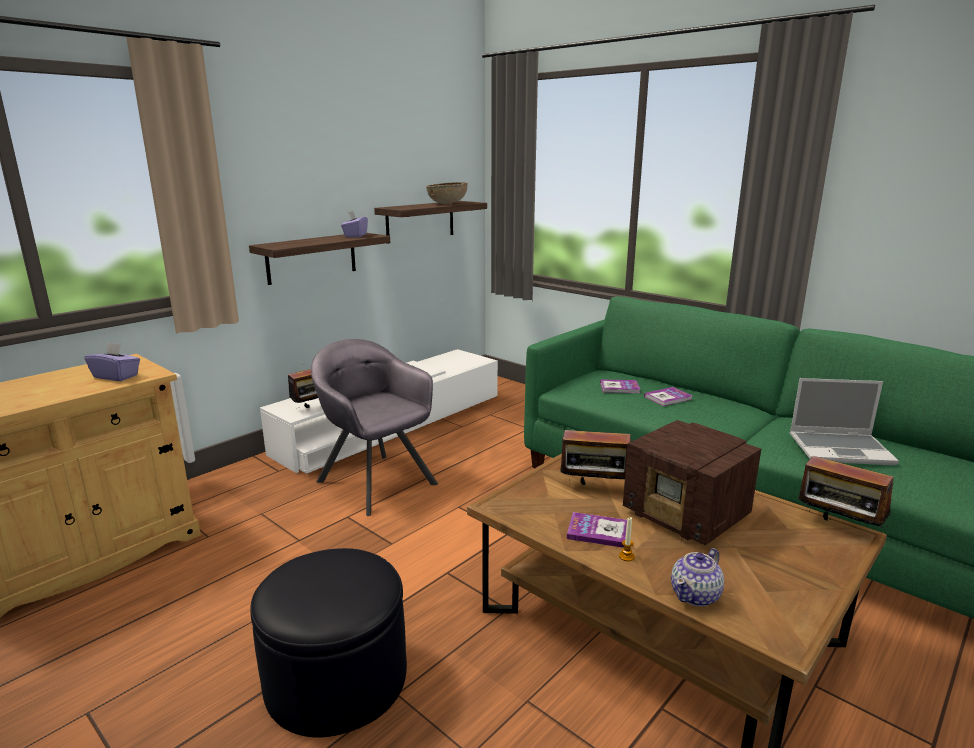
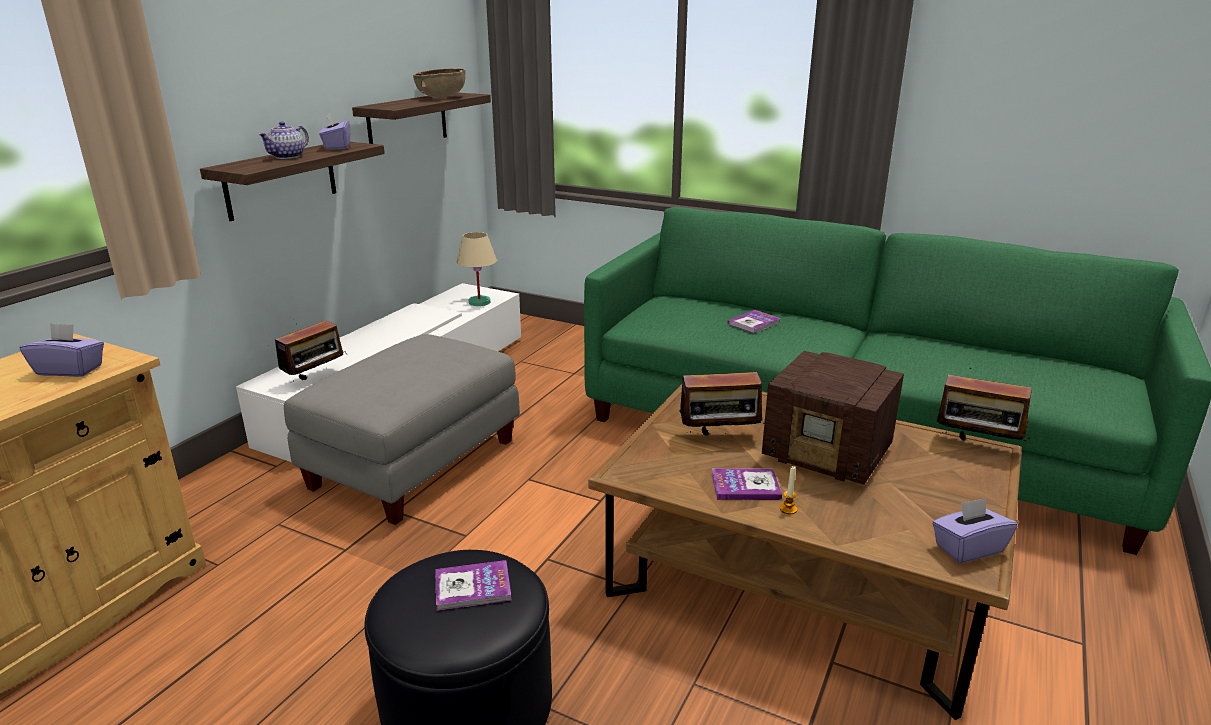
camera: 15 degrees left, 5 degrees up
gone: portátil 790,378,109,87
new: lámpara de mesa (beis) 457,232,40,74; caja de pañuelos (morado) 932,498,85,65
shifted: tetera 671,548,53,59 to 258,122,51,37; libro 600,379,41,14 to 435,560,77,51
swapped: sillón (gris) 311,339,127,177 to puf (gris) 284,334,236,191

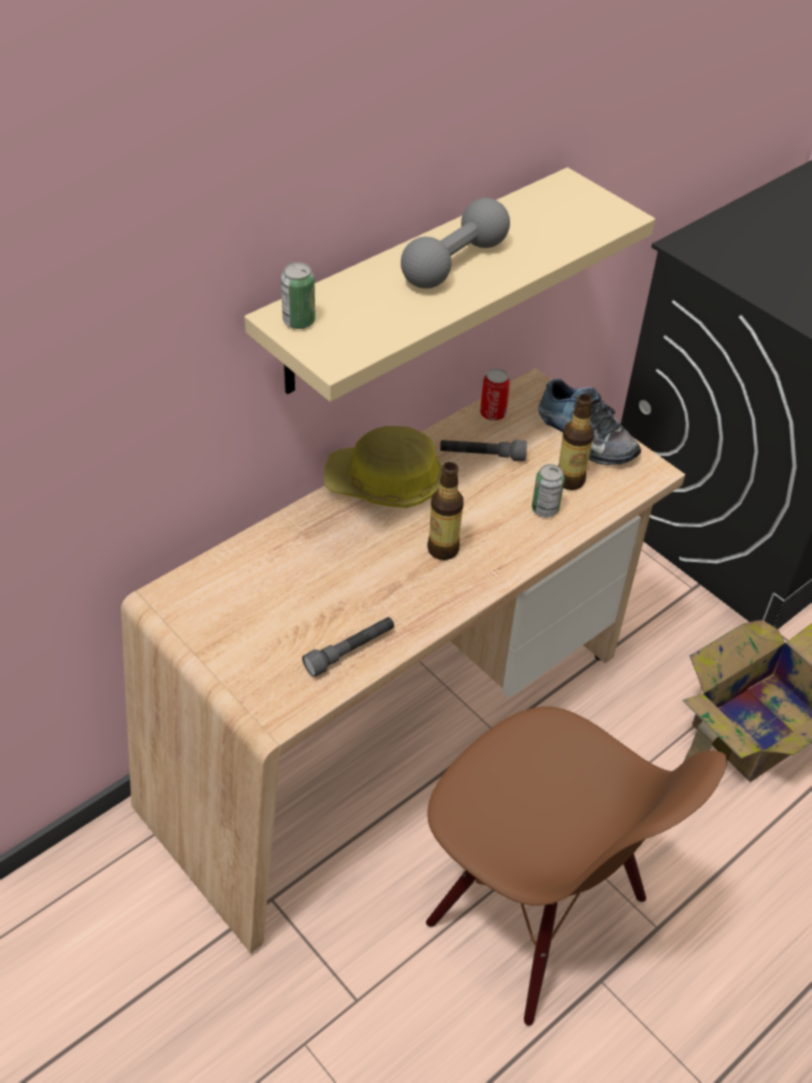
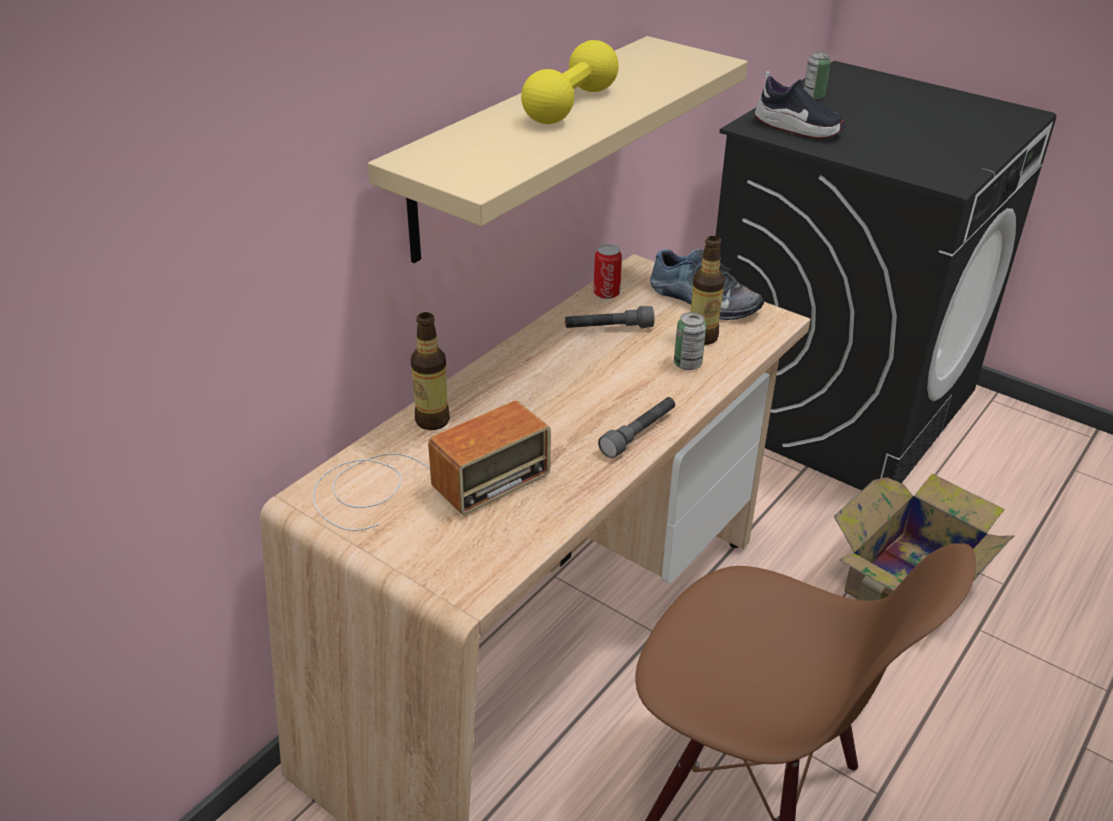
camera: 10 degrees left, 10 degrees down
gone: casco 324,426,118,82
new: radio 313,400,238,131; zapato 754,71,92,68
shifted: botella 427,462,37,98 to 411,312,39,118; linterna (gris) 302,617,92,60 to 598,397,77,61; lata 281,262,34,67 to 804,52,27,47
repainted: mancuerna (gris) 401,198,109,91 to mancuerna (amarillo) 521,40,98,84

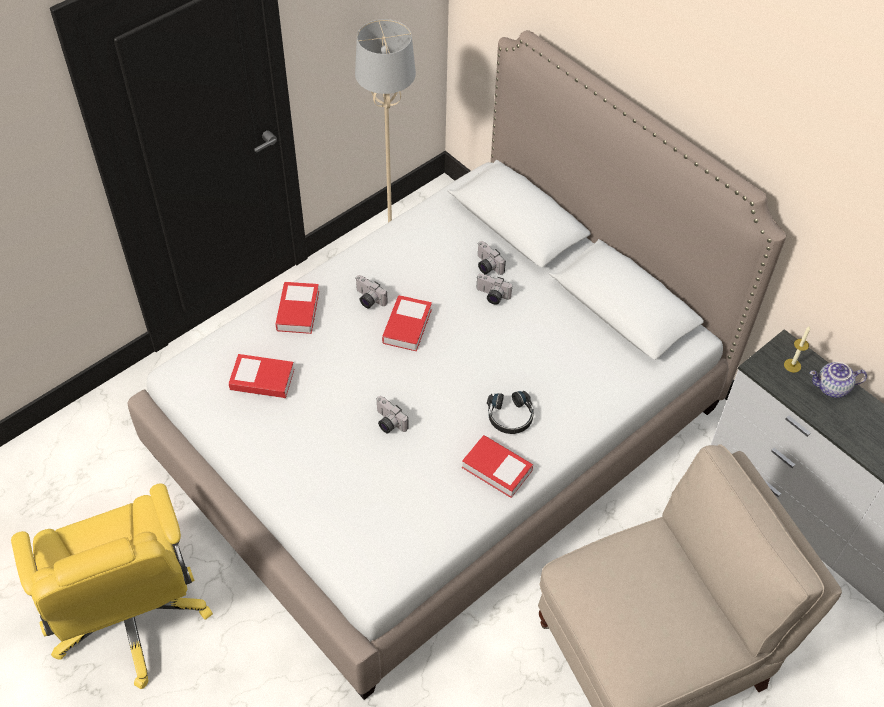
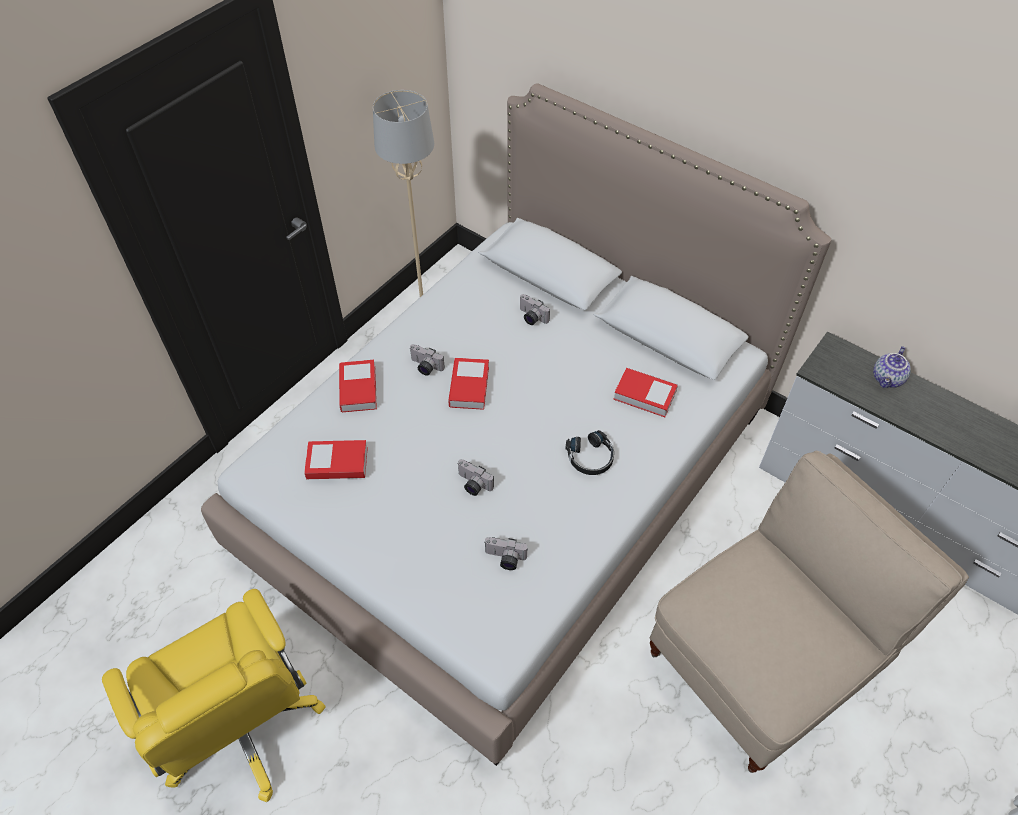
camera: 10 degrees left, 0 degrees up
gone: vela 784,326,26,47
shifted: cámara 476,274,36,31 to 485,537,43,33; libro 462,435,71,63 to 613,368,65,49
rotated: tetera 810,362,57,36 = 873,346,38,42 45 degrees counterclockwise

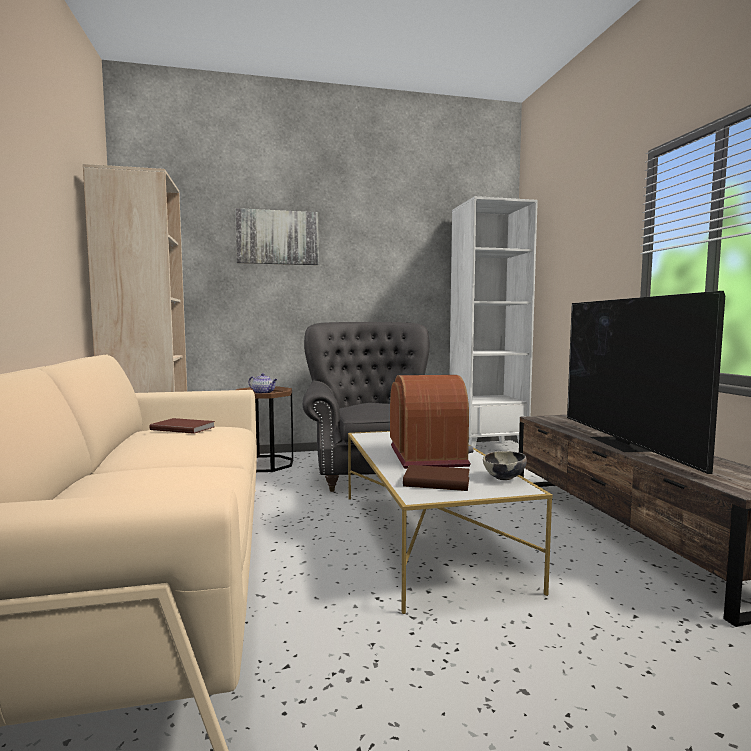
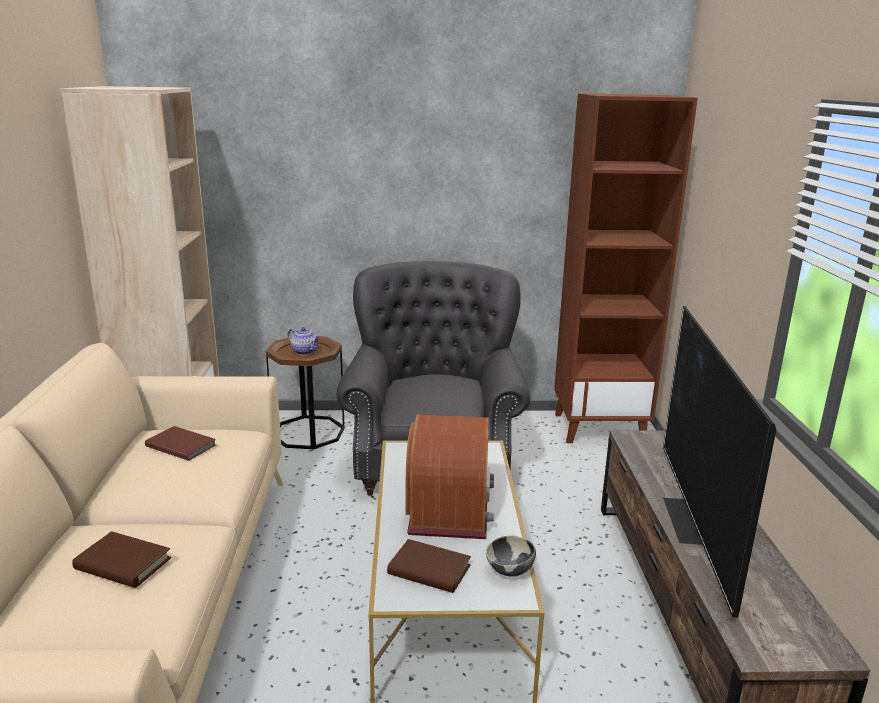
camera: 10 degrees right, 15 degrees up
gone: cuadro 235,208,84,57
new: libro (marrón) 72,531,99,57
repainted: estantería (blanco) 450,196,88,252 to estantería (marrón) 554,93,144,350

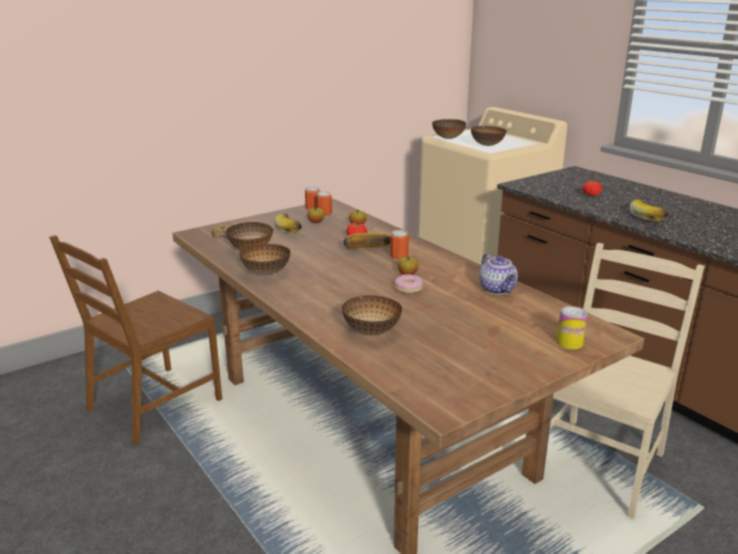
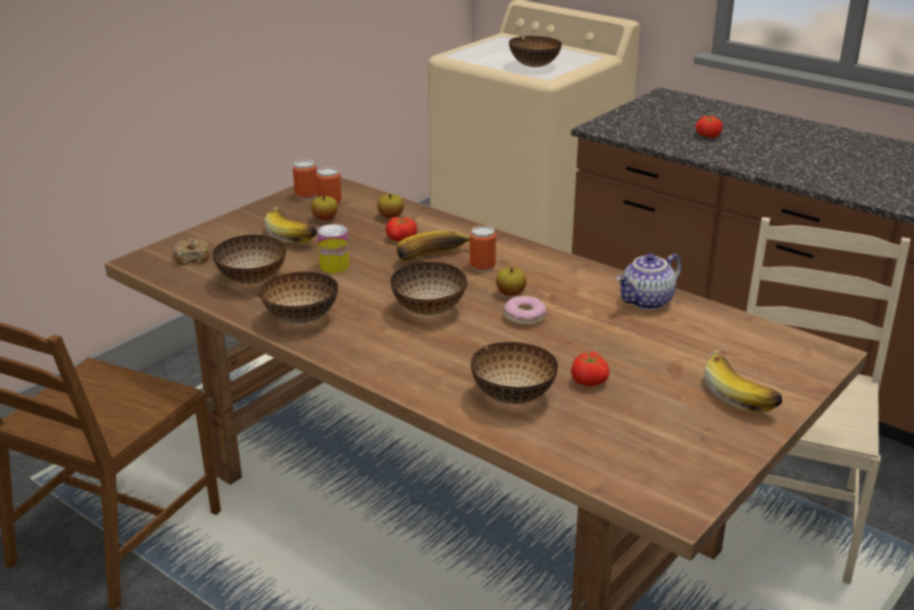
camera: 15 degrees left, 5 degrees up
new: tomate 571,351,39,35
shifted: lata 556,306,32,43 to 317,224,32,49; cuenco 432,119,34,20 to 390,262,78,53; plátano 630,199,38,22 to 704,350,78,62
rotated: tetera 479,253,39,42 = 616,253,66,57 90 degrees clockwise

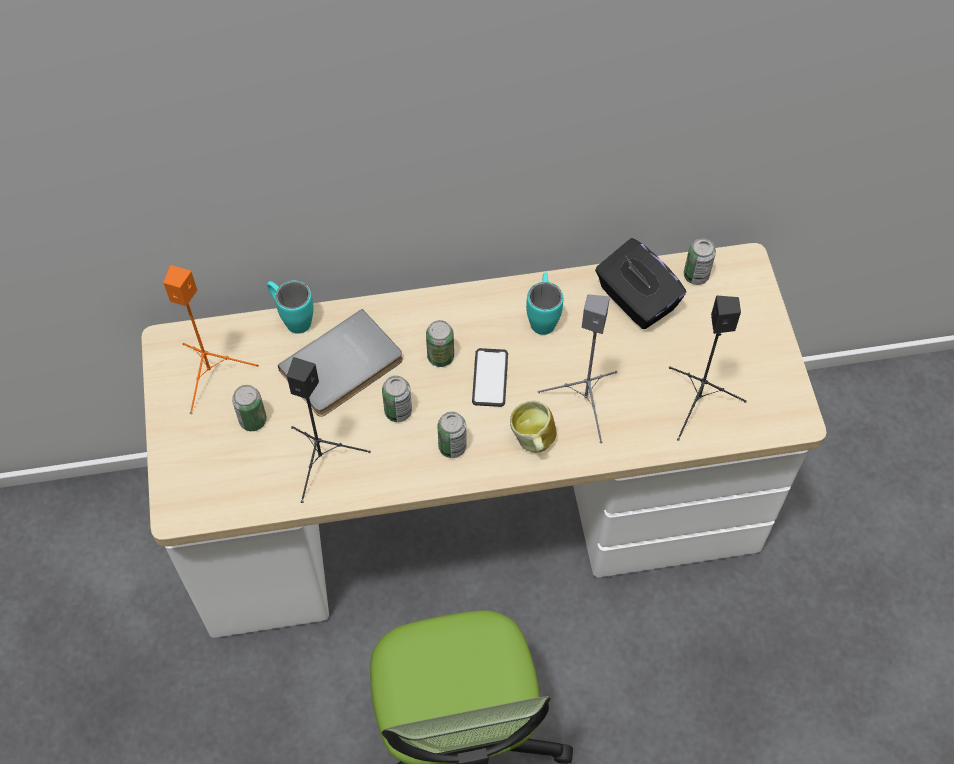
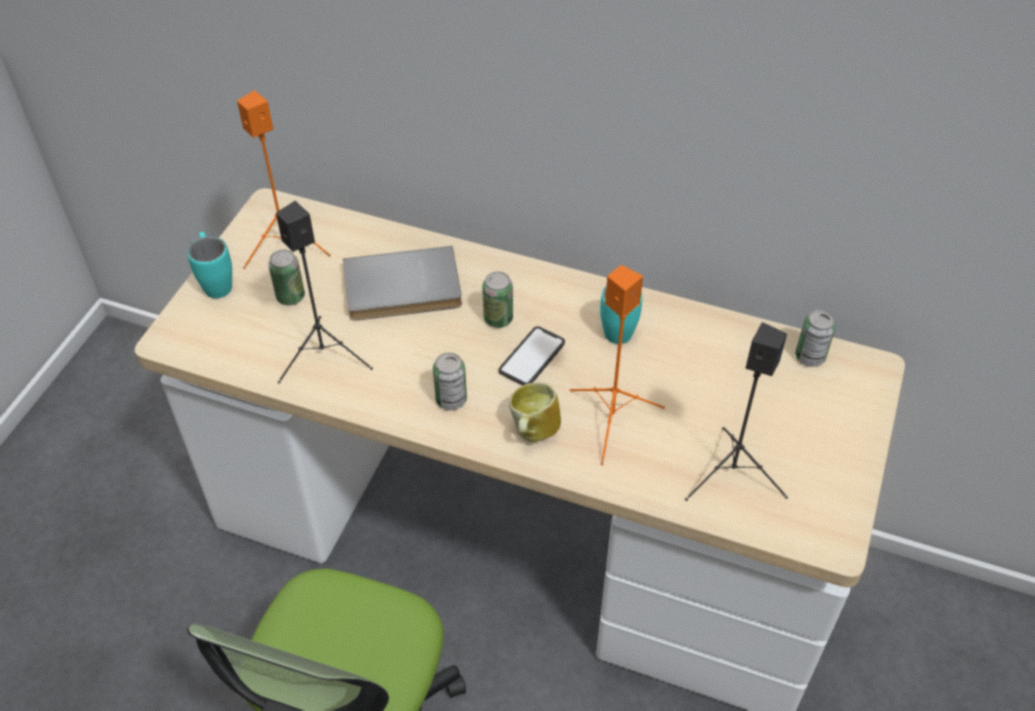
camera: 30 degrees right, 10 degrees down
gone: lata 382,376,30,46; caja de pañuelos (negro) 595,238,91,91
shifted: taza grande (turquesa) 267,281,47,53 to 187,232,45,66
repainted: altavoz (gris) 538,294,80,149 to altavoz (naranja) 570,265,95,200

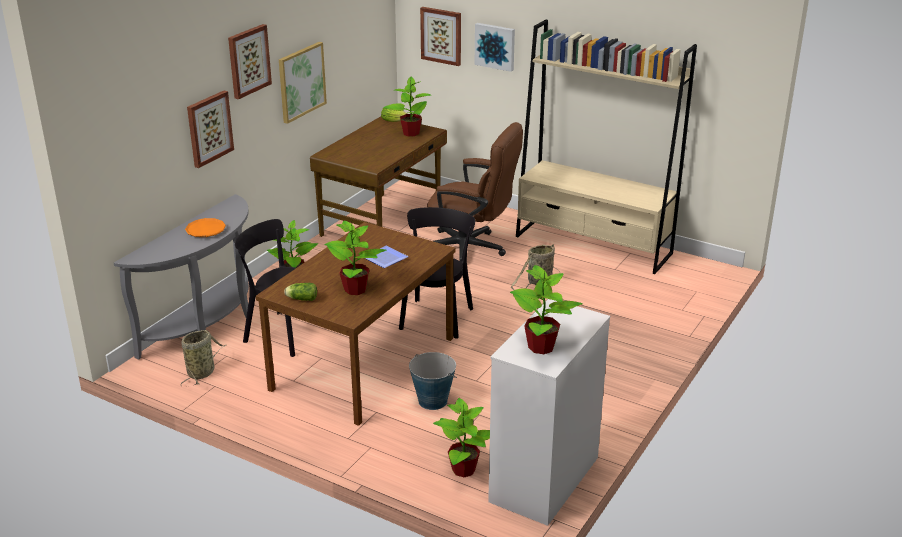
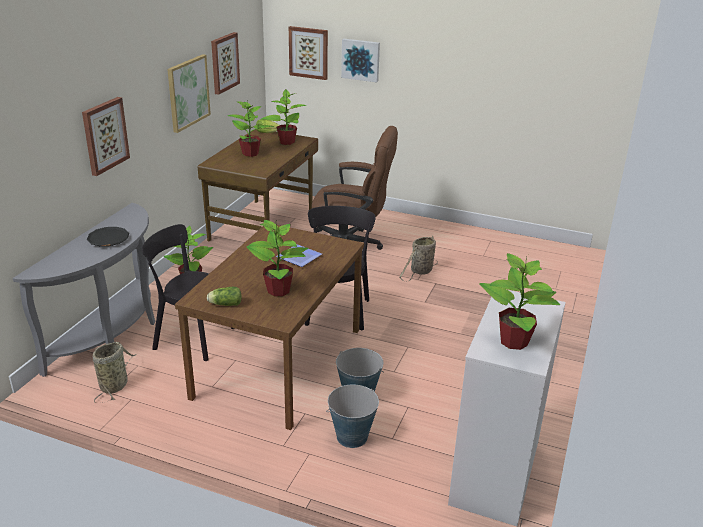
camera: 10 degrees left, 0 degrees up
gone: estantería (beis) 516,19,181,255
new: cubo 326,384,53,64
shifted: cuadro 228,24,44,75 to 211,32,29,63; planta en maceta 433,398,57,79 to 228,101,47,56
repainted: plato (naranja) 185,218,41,19 to plato (negro) 87,227,42,19

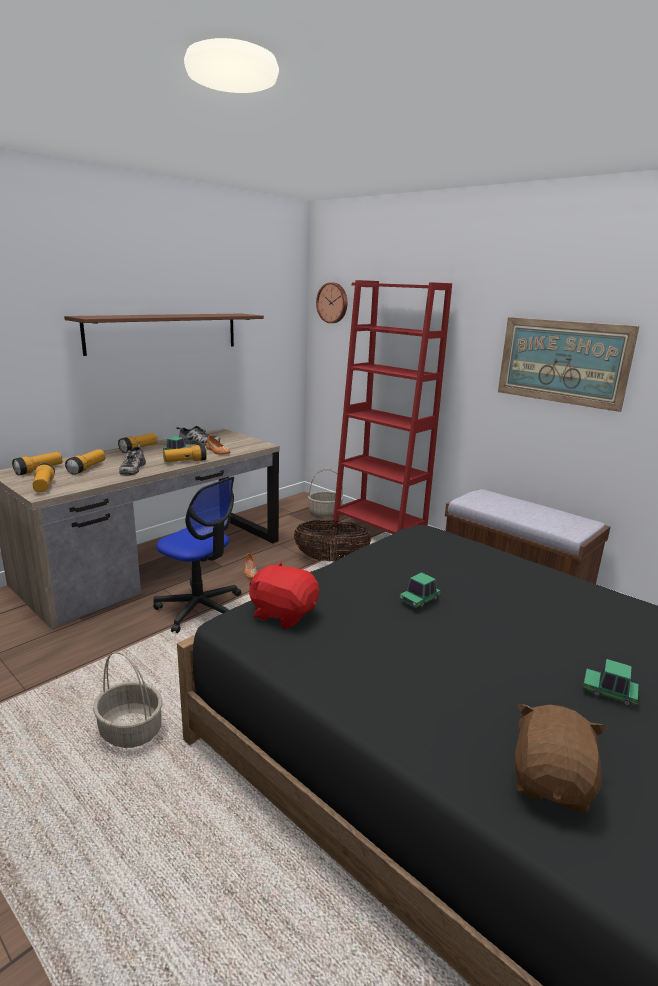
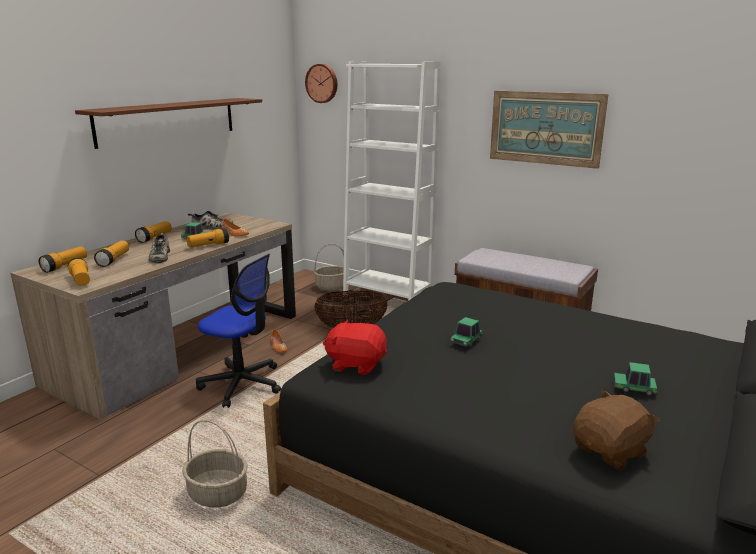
camera: 10 degrees left, 0 degrees up
repainted: estantería (rojo) 333,280,119,254 to estantería (blanco) 343,61,97,240
rotated: peluche (marrón) 515,703,92,110 = 573,390,87,80 45 degrees clockwise

